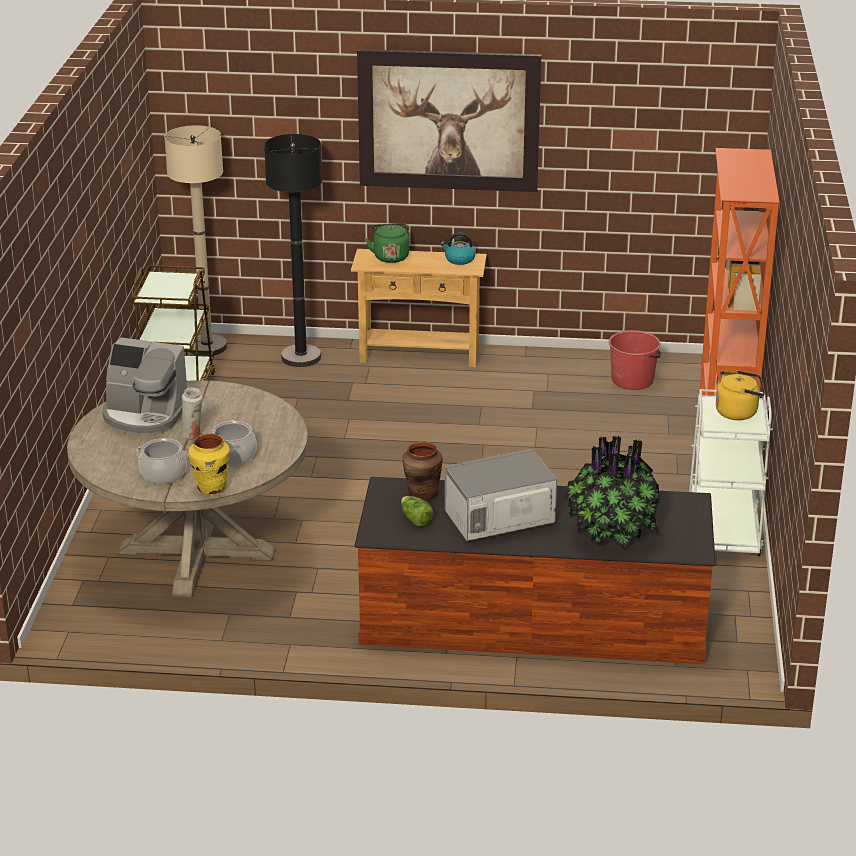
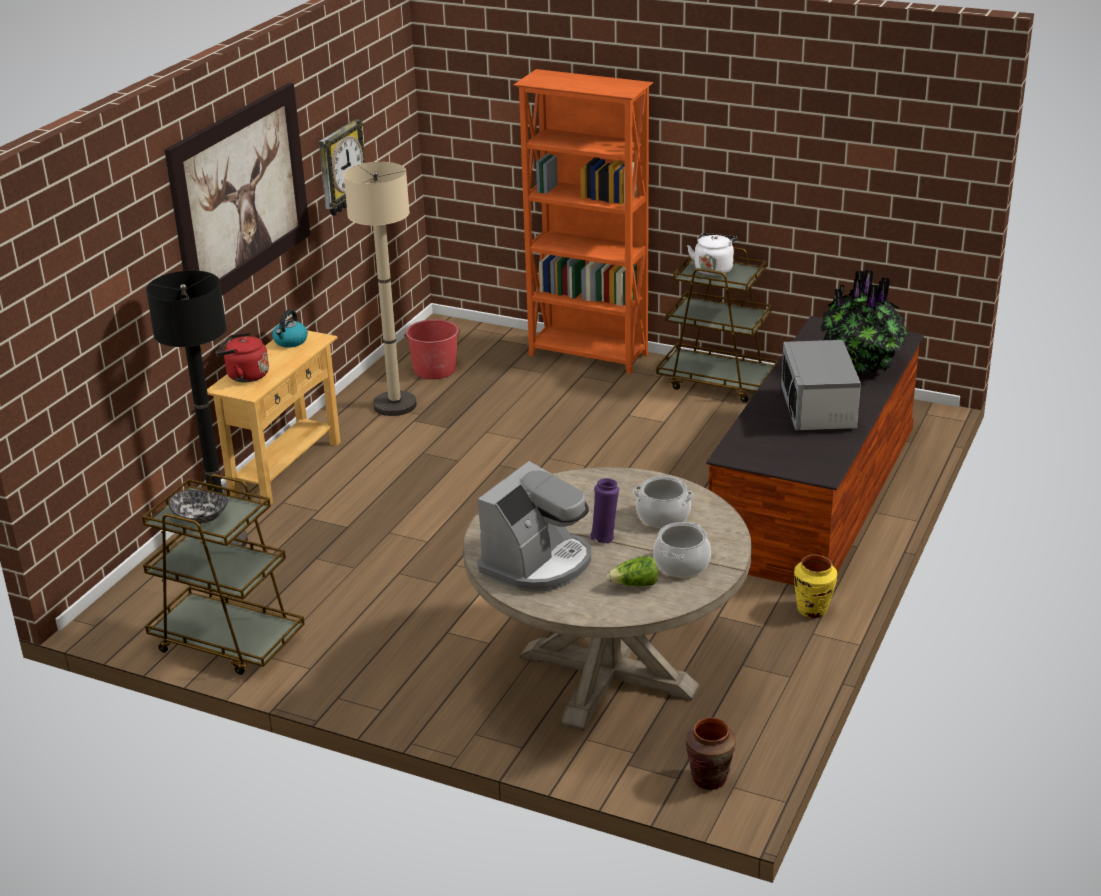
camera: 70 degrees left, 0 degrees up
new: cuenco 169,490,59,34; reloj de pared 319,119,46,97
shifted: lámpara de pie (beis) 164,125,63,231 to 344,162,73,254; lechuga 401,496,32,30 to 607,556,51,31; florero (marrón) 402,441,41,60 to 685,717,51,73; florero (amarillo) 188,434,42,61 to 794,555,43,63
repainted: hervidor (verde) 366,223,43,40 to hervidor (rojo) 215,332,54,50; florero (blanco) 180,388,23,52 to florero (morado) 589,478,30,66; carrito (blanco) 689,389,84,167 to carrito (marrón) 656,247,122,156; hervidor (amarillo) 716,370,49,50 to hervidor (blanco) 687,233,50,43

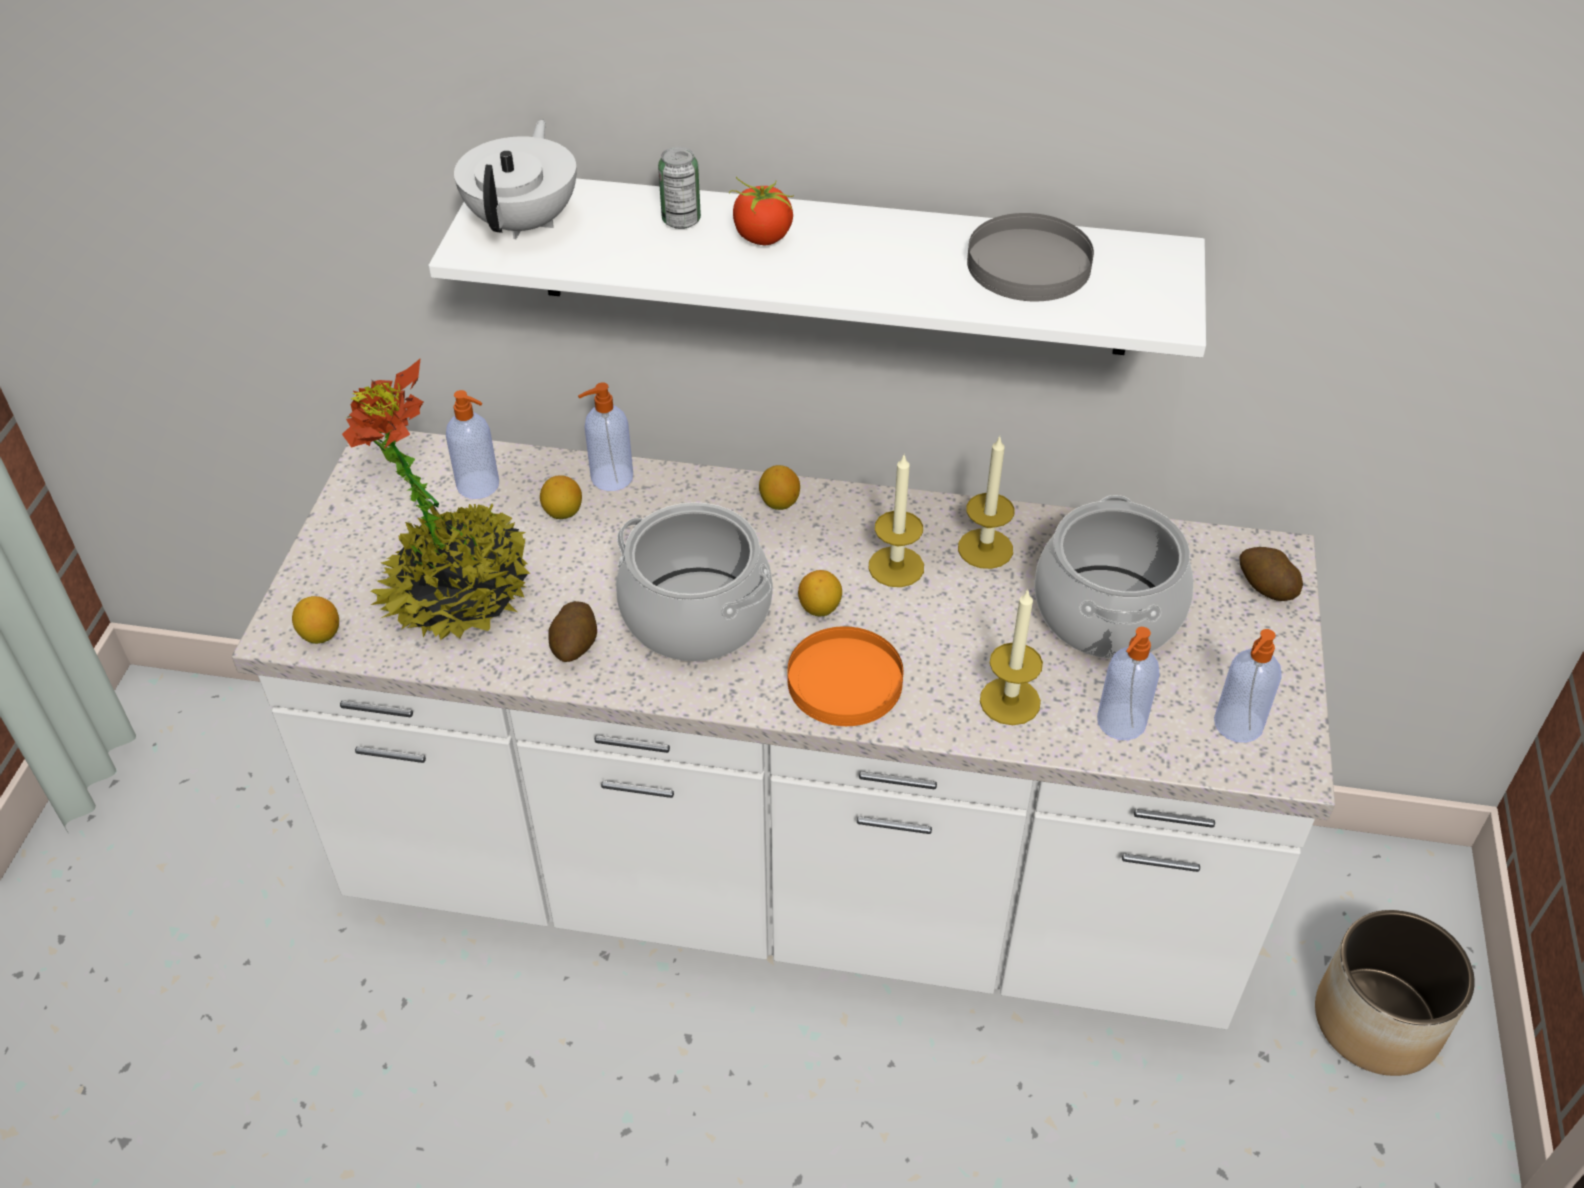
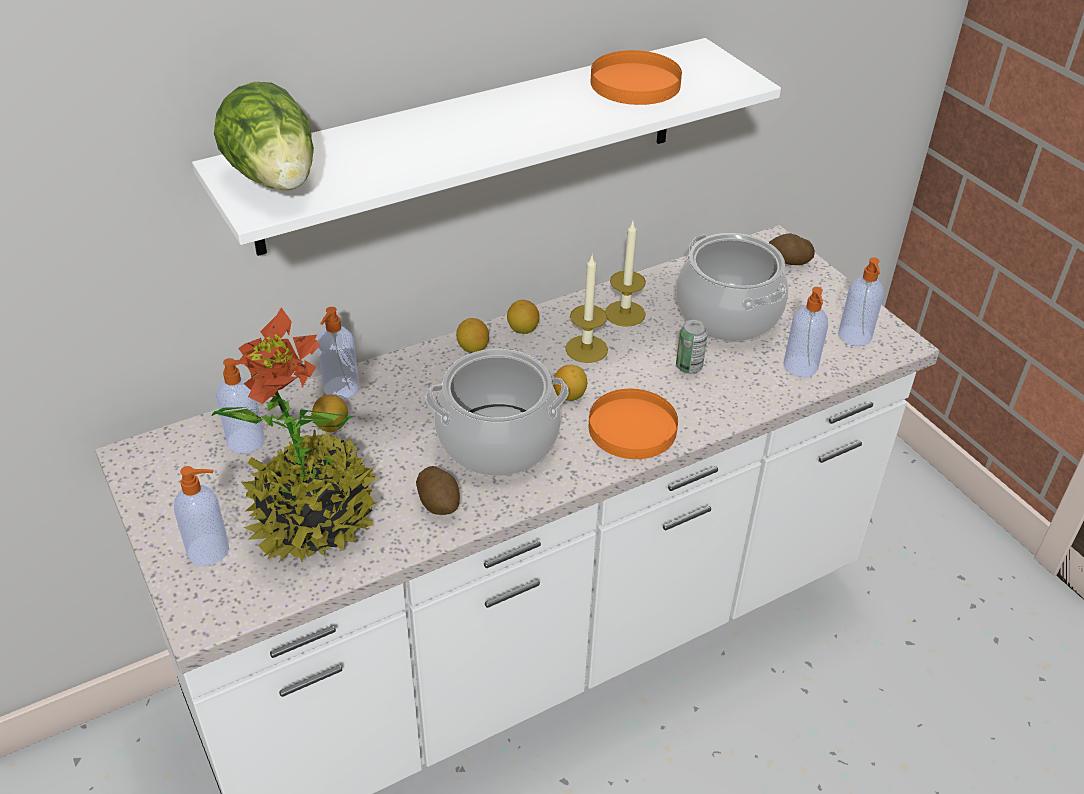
camera: 40 degrees left, 5 degrees down
gone: tomate 729,176,65,69; vela 980,589,63,136; maceta 1315,910,160,166
new: dispensador de jabón 174,466,55,100
shifted: limón 292,596,47,48 to 507,300,32,34; lata 658,147,43,82 to 676,320,32,53
swapped: tetera (blanco) 454,120,122,119 to lechuga 214,82,100,109
repainted: plato (gris) 967,213,127,88 to plato (naranja) 591,50,91,55

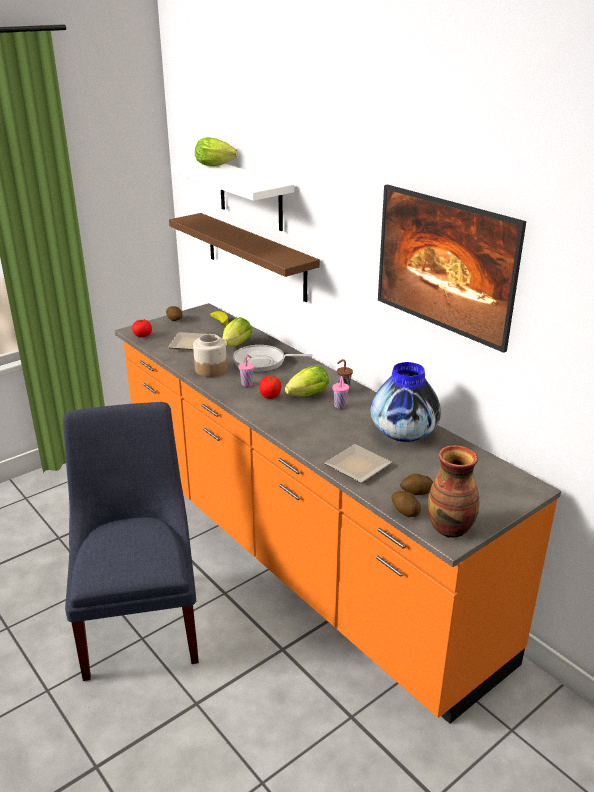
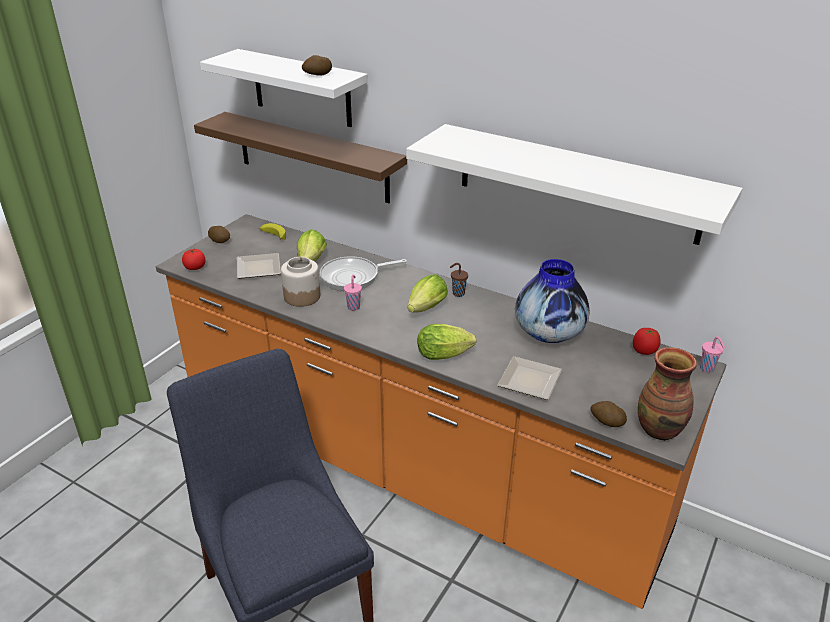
camera: 20 degrees left, 5 degrees up
shifted: patata 400,473,33,22 to 302,55,30,21; lechuga 195,138,43,28 to 417,324,60,36; tomate 259,376,22,23 to 633,328,28,27; taza (rosa) 332,376,17,33 to 700,336,25,37
swapped: cuadro 378,184,148,169 to estante (blanco) 406,124,336,121

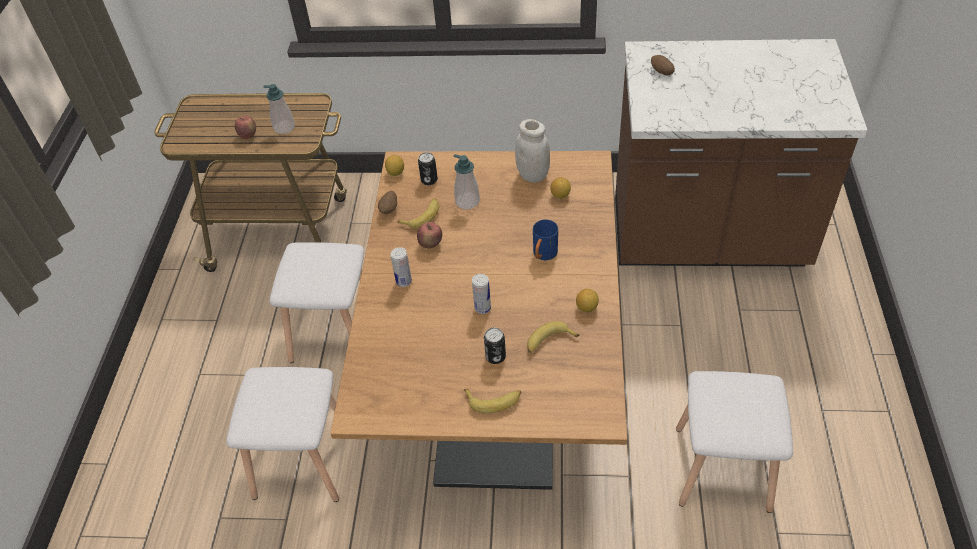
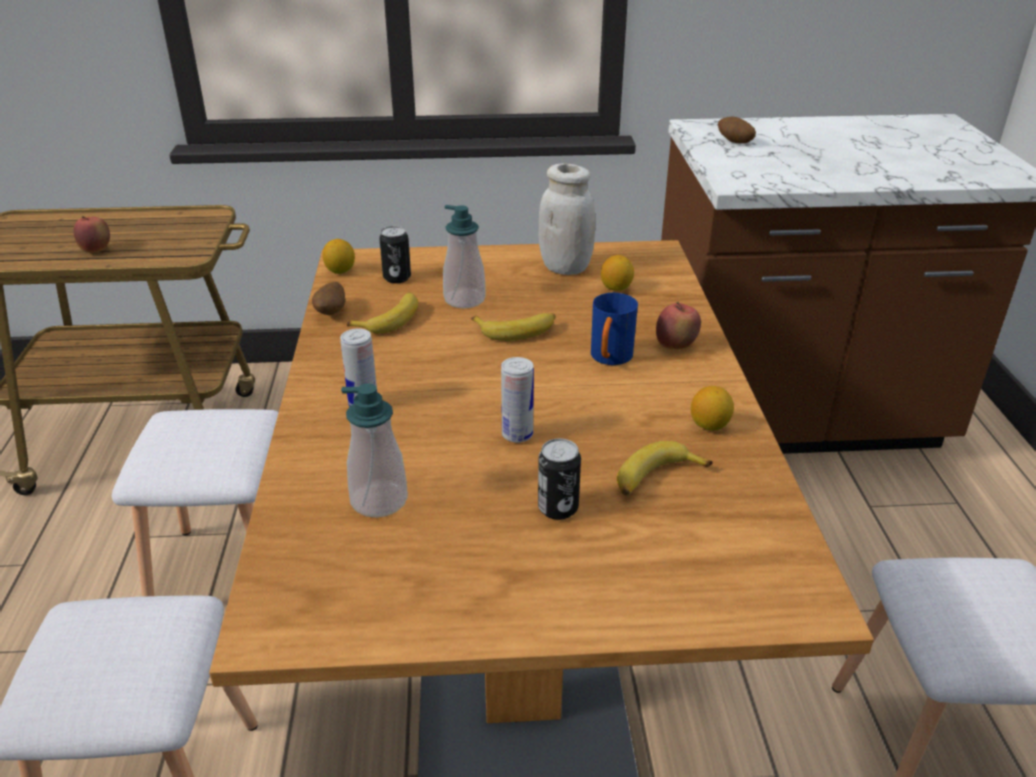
camera: 10 degrees left, 15 degrees down
shifted: dispensador de jabón 263,84,32,50 to 341,383,67,135; plátano 464,389,57,24 to 471,313,85,28; manzana 417,222,25,26 to 656,302,45,48

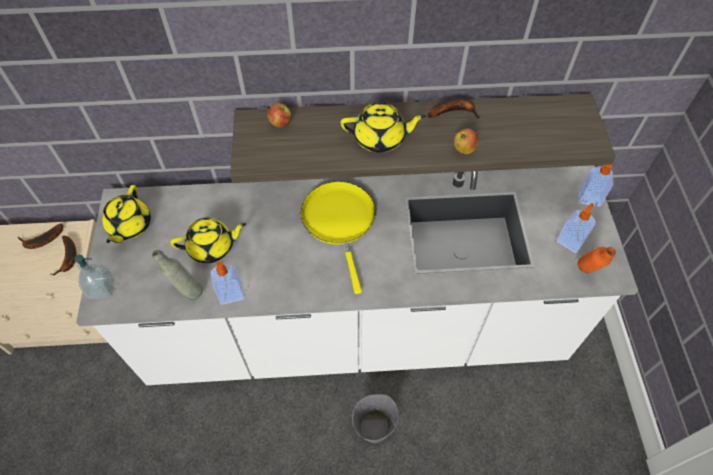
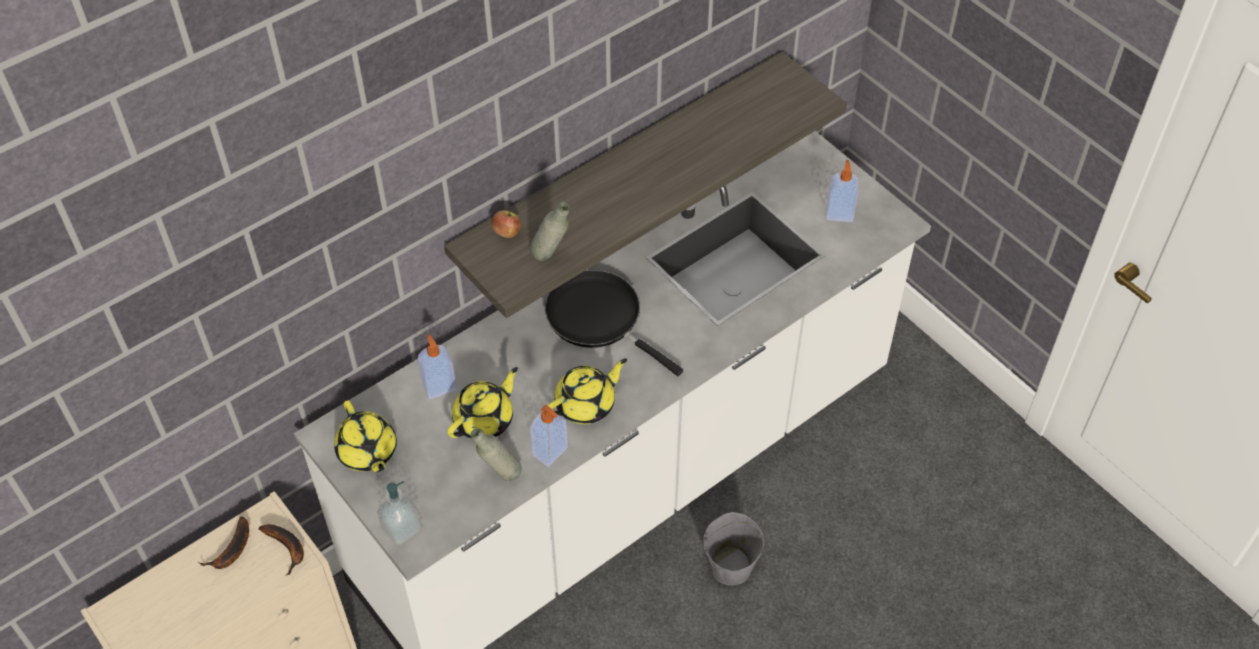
camera: 35 degrees left, 5 degrees down
gone: plátano 428,98,53,21; manzana 454,129,24,25; botella (naranja) 578,247,38,26
new: botella (gris) 530,202,40,59
shifted: dispensador de jabón 579,164,34,43 to 418,334,39,65; tetera (amarillo) 340,102,86,51 to 548,358,79,66
repainted: sartén (amarillo) 301,181,75,113 to sartén (negro) 545,270,138,106

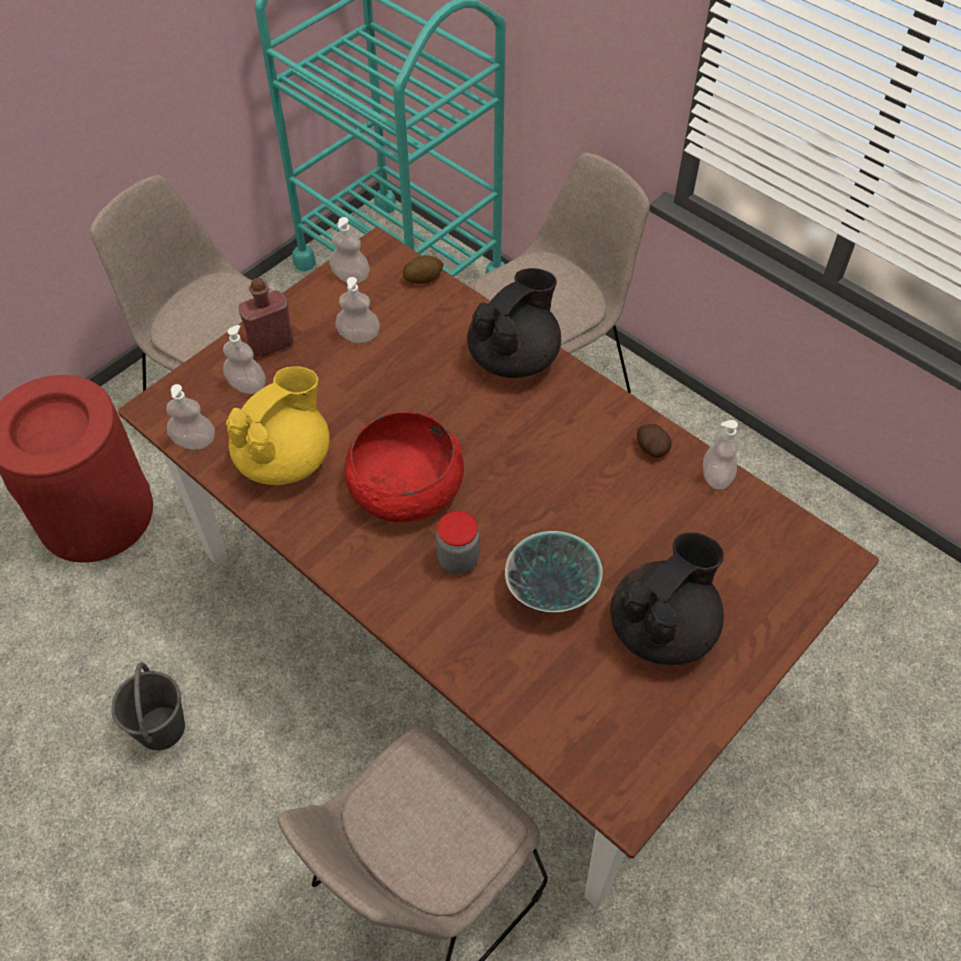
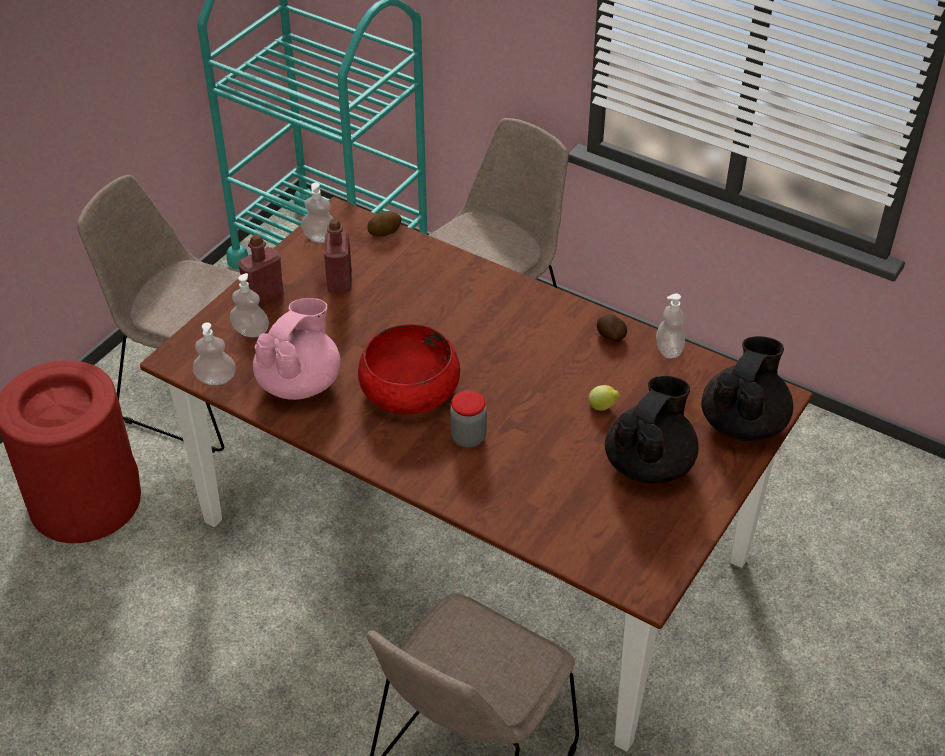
camera: 10 degrees left, 10 degrees down
gone: cubo (gris) 111,662,74,89; cuenco 505,531,98,81
new: limón 589,385,31,26
shifted: tetera (negro) 467,268,94,110 to 701,336,92,105
swapped: dispensador de jabón 335,277,45,66 to botella (rojo) 324,219,28,74
repainted: tetera (amarillo) 226,366,104,119 to tetera (rosa) 253,298,88,102

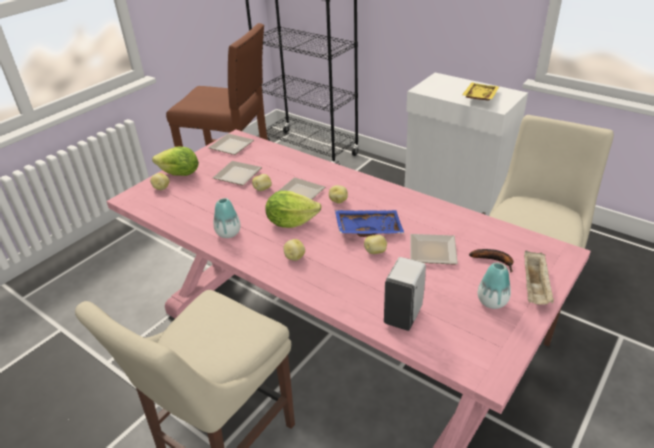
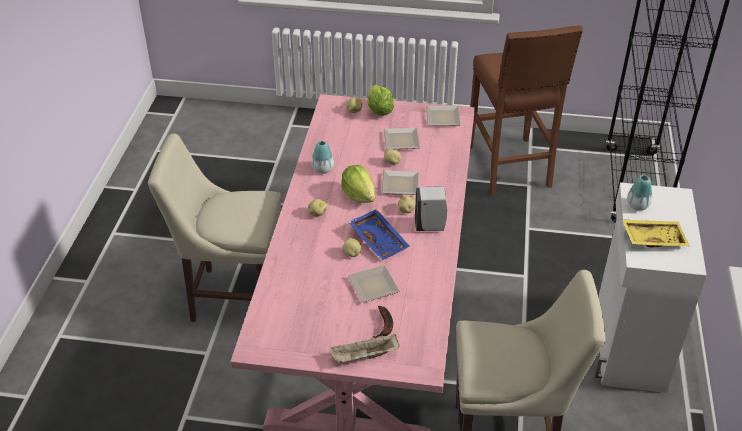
camera: 60 degrees right, 5 degrees up
shifted: dispensador de jabón (blanco) 384,257,42,74 to 415,186,33,45; florero 477,262,34,47 to 627,175,25,36

